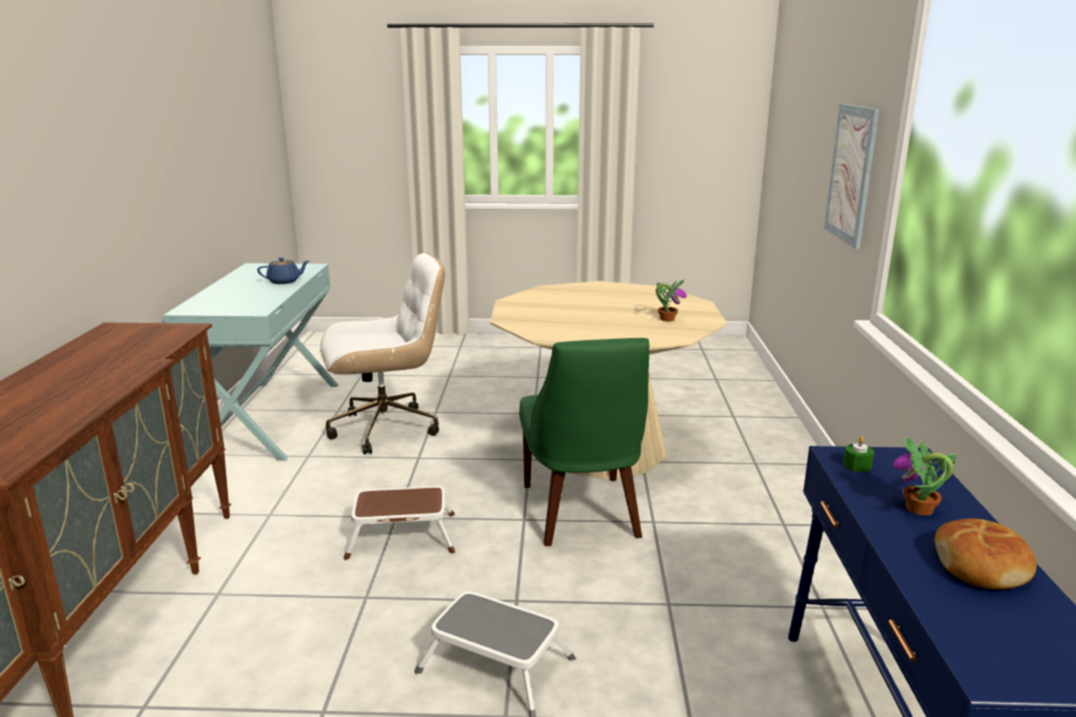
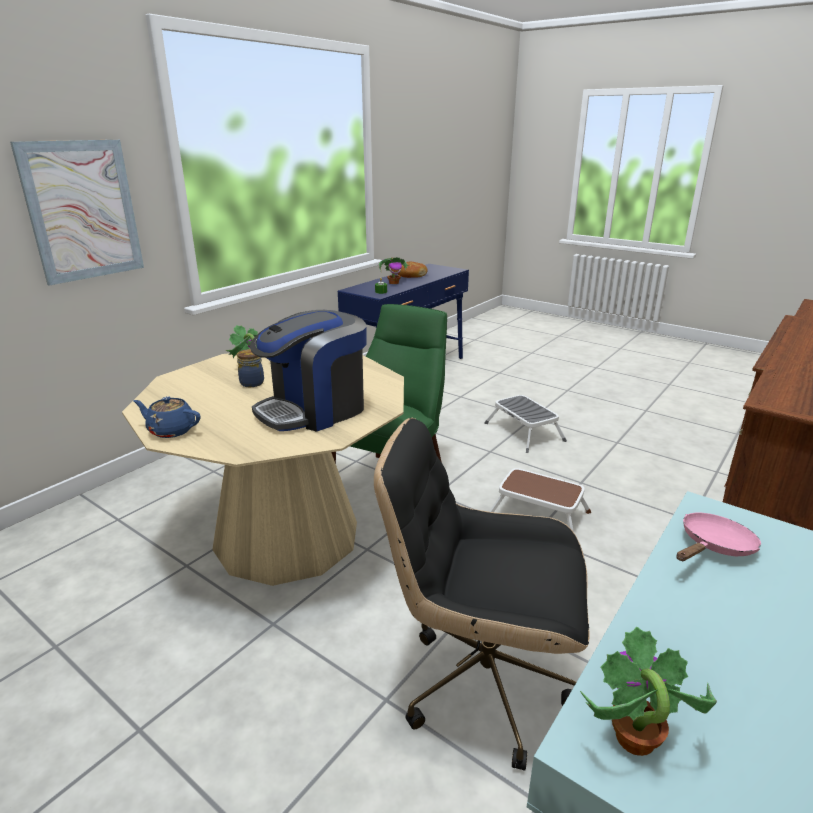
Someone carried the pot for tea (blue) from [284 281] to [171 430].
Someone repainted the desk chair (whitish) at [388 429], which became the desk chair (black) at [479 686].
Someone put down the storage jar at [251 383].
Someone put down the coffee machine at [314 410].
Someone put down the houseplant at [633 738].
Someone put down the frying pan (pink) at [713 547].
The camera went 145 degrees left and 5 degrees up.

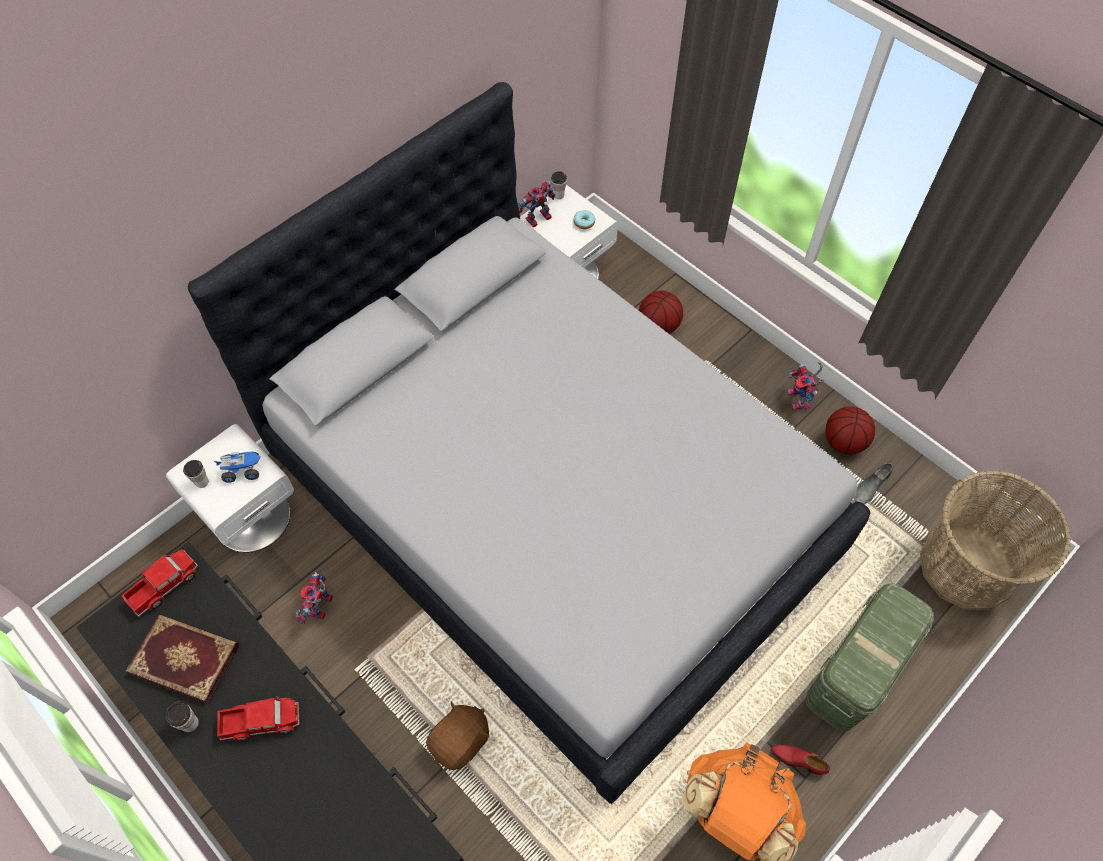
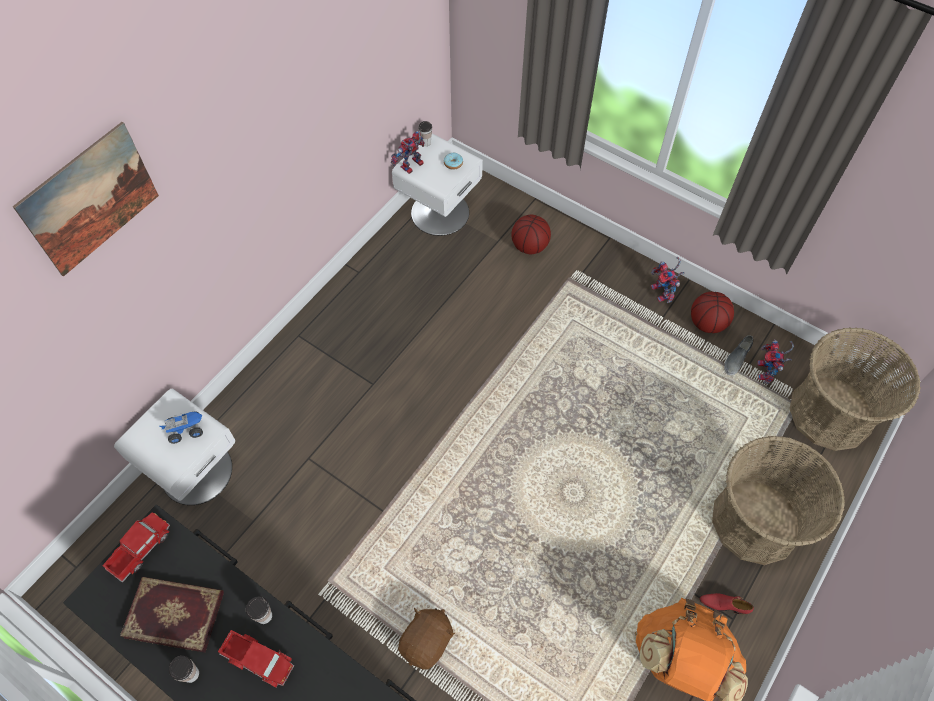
Someone carried the small cup from [202 482] to [264 616].
Someone took away the bed (grey) at [550 504].
Someone rotated the toy truck at [261 721] by 45 degrees clockwise.
Someone carried the toy robot from [321 609] to [766 373].
Someone swapped the storage box (green) at [853 674] for the household basket at [755 522].
Someone put up the picture at [90 199].
The camera went 10 degrees left and 0 degrees up.

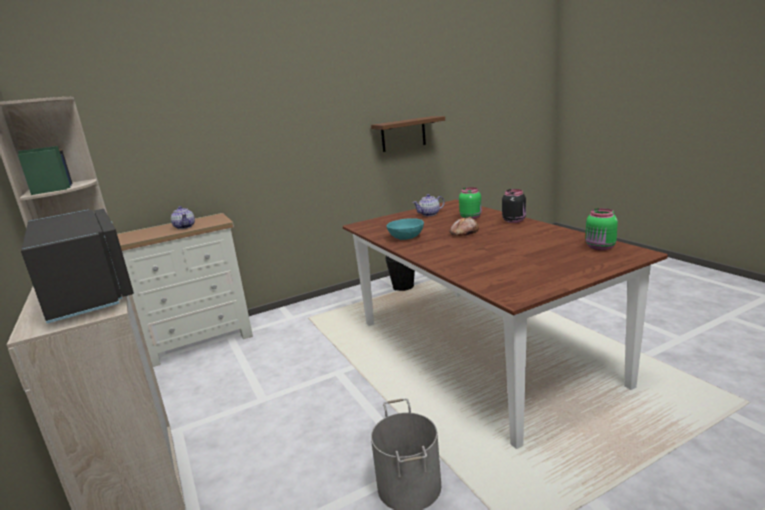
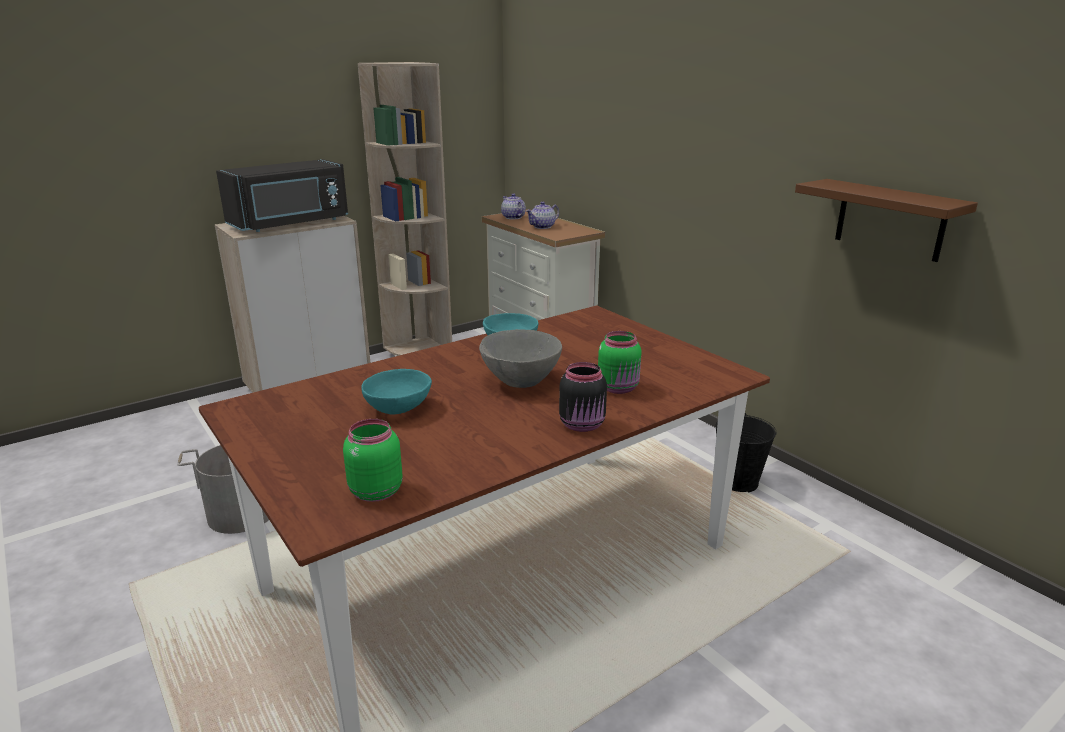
Someone carried the pot for tea from [429 214] to [513 217].
Someone swapped the baked bread at [464 233] for the deep dish (grey) at [520 382].
Someone put down the deep dish (turquoise-coloured) at [399 408].
The camera went 80 degrees right and 5 degrees up.

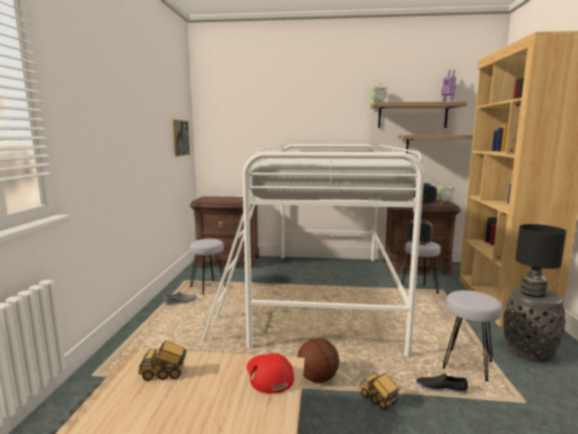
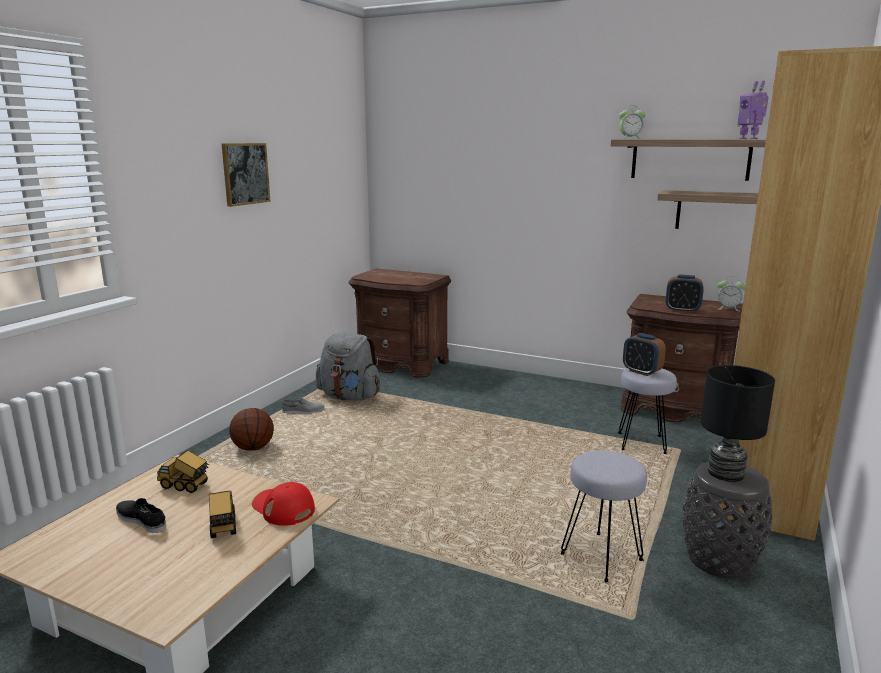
Someone carried the picture from [180 138] to [245 174].
Someone swapped the sitting stool (grey) at [209 287] for the rucksack (grey) at [350 397].
Someone took away the bed (whitish) at [324 294].
Someone rotated the cap (reddish) at [269 375] by 45 degrees counterclockwise.
Someone carried the basketball from [318 378] to [253 448].
Someone carried the toy truck from [379 400] to [223 527].
Someone carried the low shoe (black) from [440 388] to [142 520].
The camera went 20 degrees right and 5 degrees up.

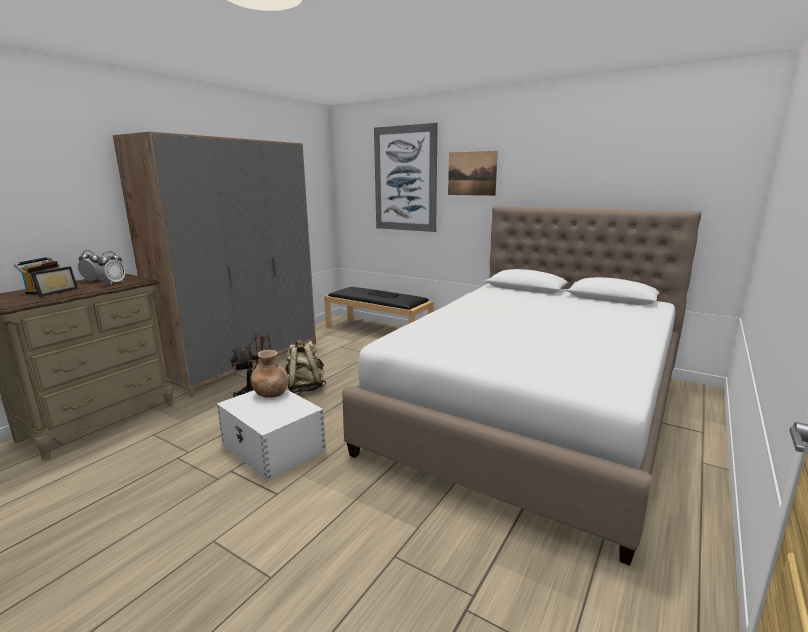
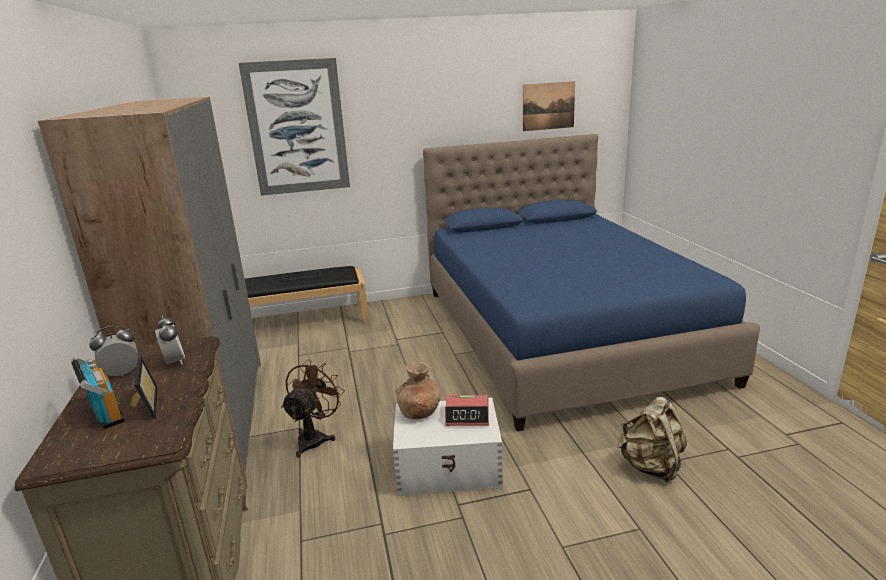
Someone carried the rucksack (beige-coloured) from [305 388] to [651 466].
Someone repainted the bed (whitish) at [533 411], which became the bed (blue) at [560 332].
Someone carried the picture from [472 173] to [548 106].
Someone put down the table clock at [467 416].
The camera went 45 degrees left and 5 degrees up.

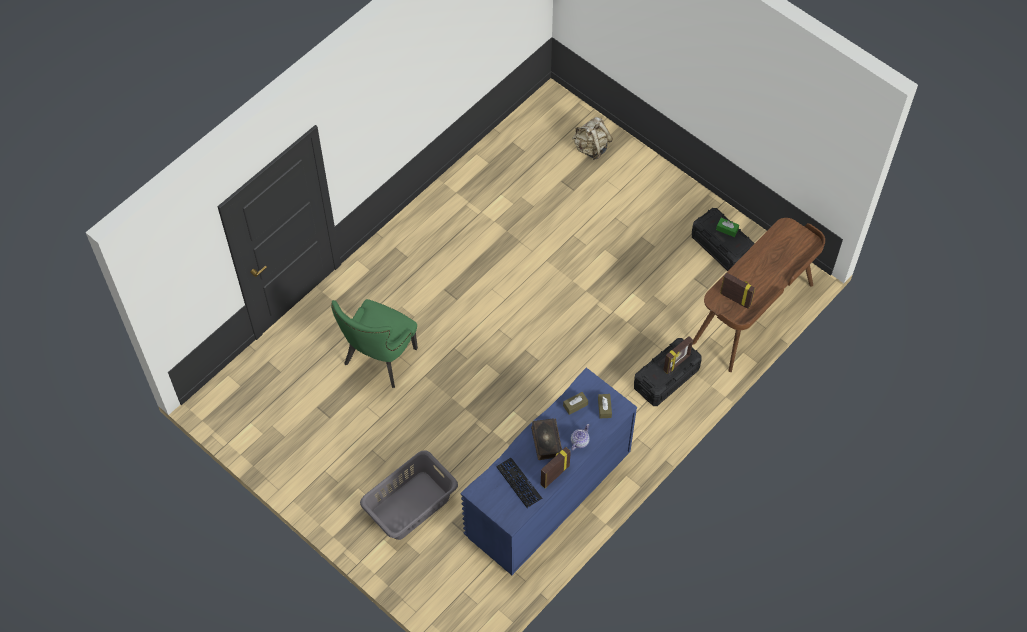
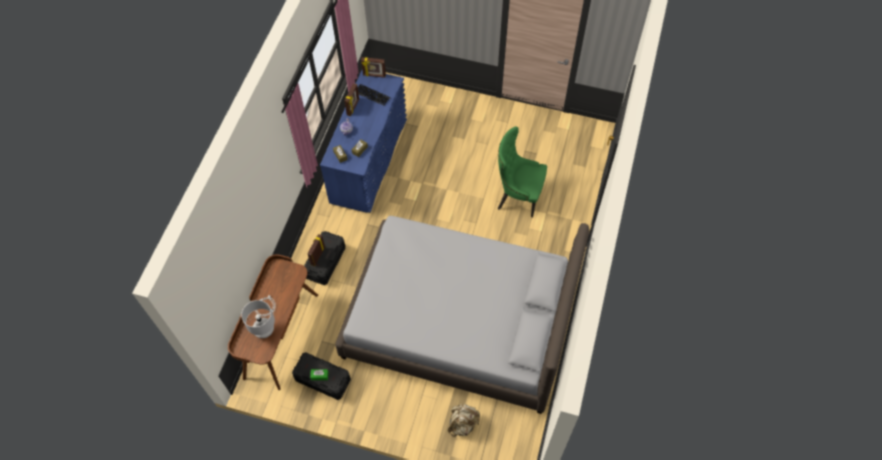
Someone rotated the upright chair (green) at [380 358] by 75 degrees counterclockwise.
Someone took away the washing basket (grey) at [410 505].
Someone took away the book at [546 441].
Someone carried the standing frame from [735 299] to [374 75].
Someone put down the lamp for a table (grey) at [265 321].
Someone put down the bed (grey) at [459 322].
The camera went 155 degrees right and 0 degrees up.

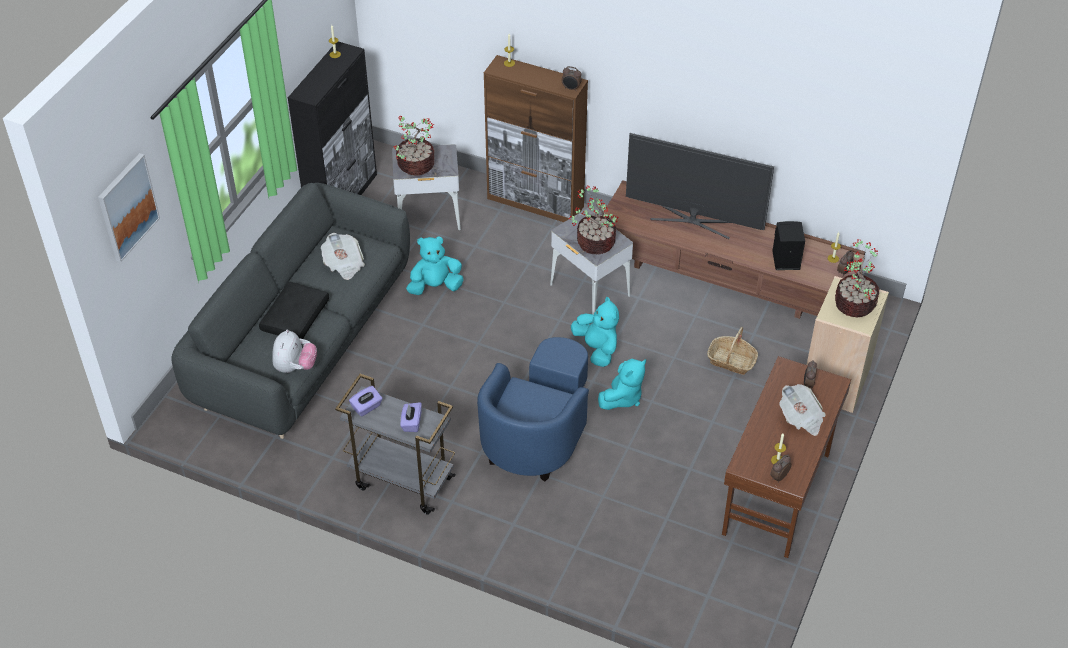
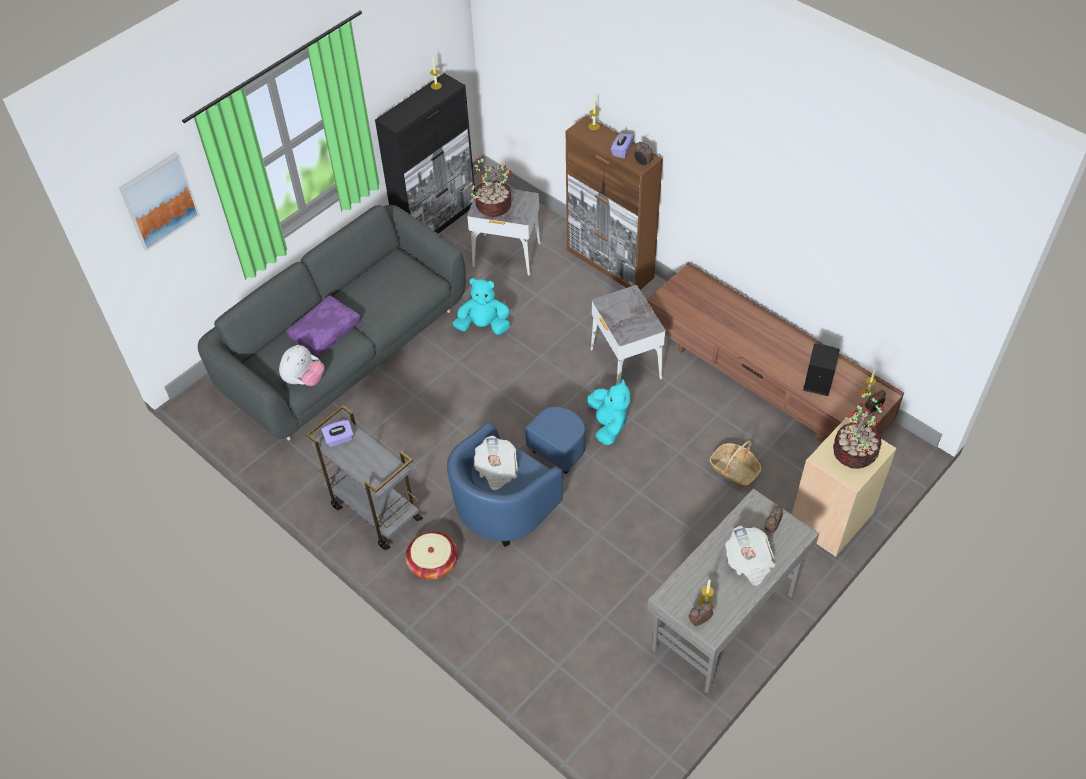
Someone repainted the pillow (black) at [294 317], which became the pillow (purplish) at [325 330].
Someone carried the printed paper from [344 264] to [496 470].
Someone carried the box of tissues (purplish) from [411 423] to [621 151].
Someone took away the houseplant at [594 242].
Someone took away the soft toy (turquoise-coloured) at [622 397].
Someone took away the TV at [693 220].
Someone repainted the console table (brownish) at [776 495], which became the console table (grey) at [723 623].
Someone put down the household basket at [433 563].
The camera went 20 degrees right and 5 degrees up.

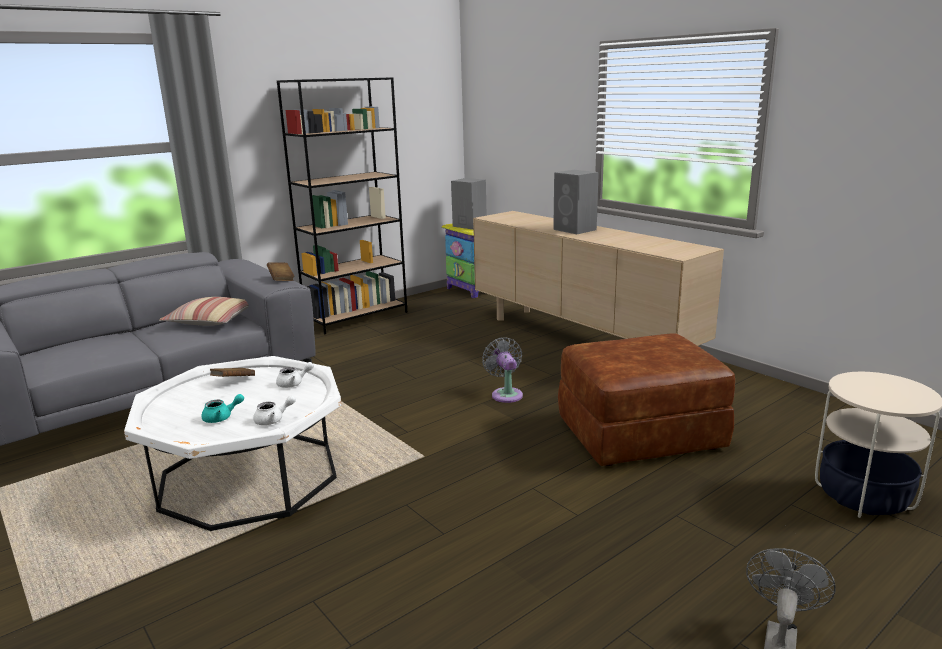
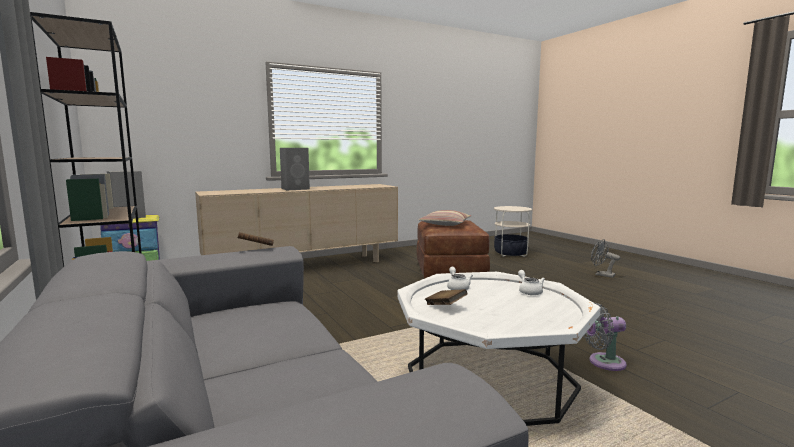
Someone carried the pillow from [211 320] to [445 224].
Someone took away the pot for tea (turquoise-coloured) at [222 418].
Someone carried the fan (grey) from [506 394] to [603 362].
The camera went 80 degrees left and 10 degrees down.

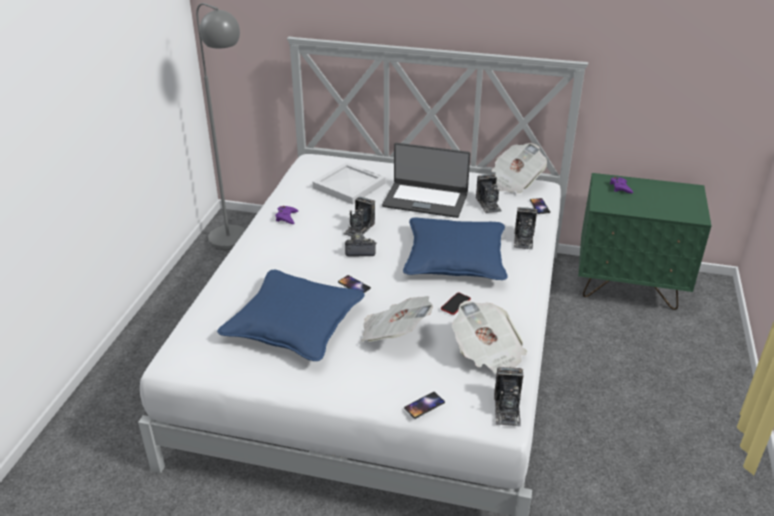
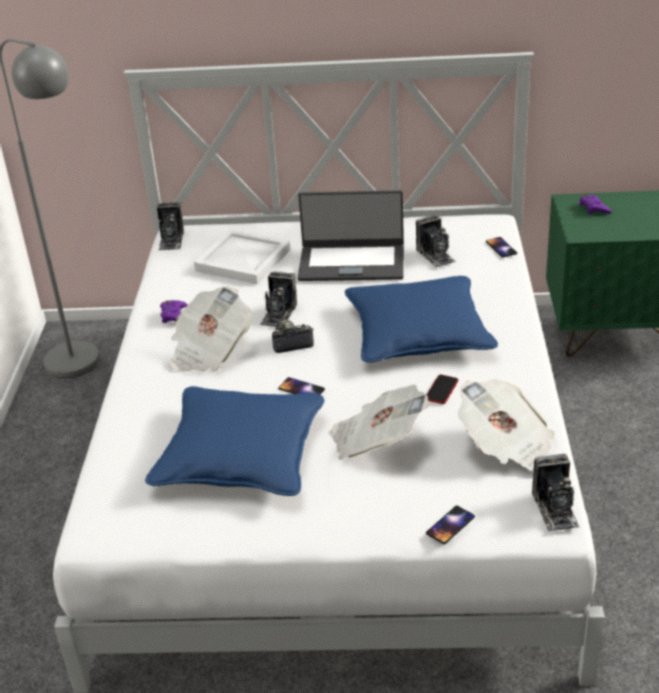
Someone carried the printed paper from [514 182] to [209 351].
Someone carried the photo camera from [523 239] to [171 240].
The camera went 10 degrees left and 0 degrees up.

